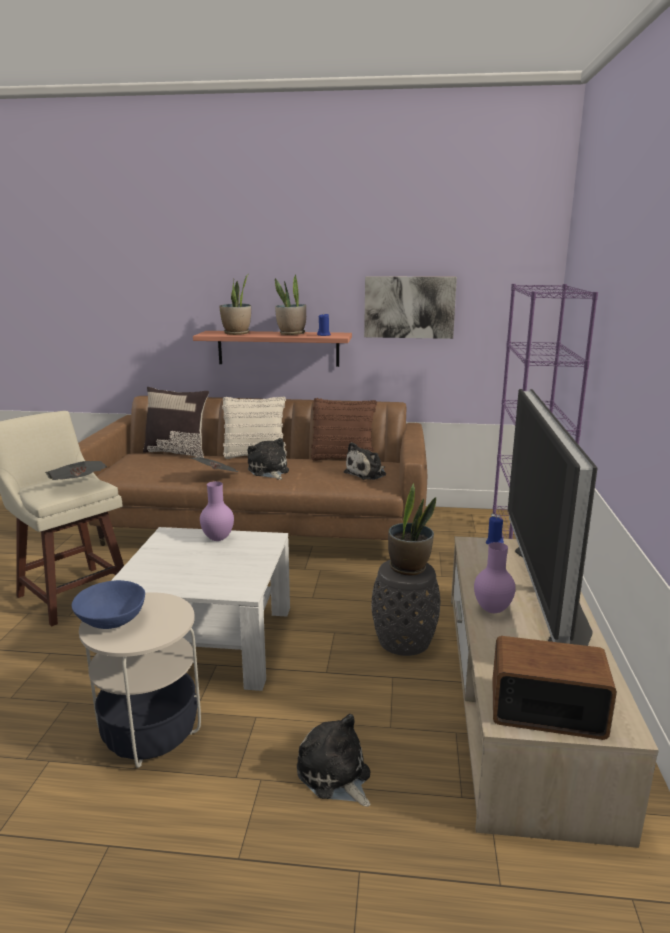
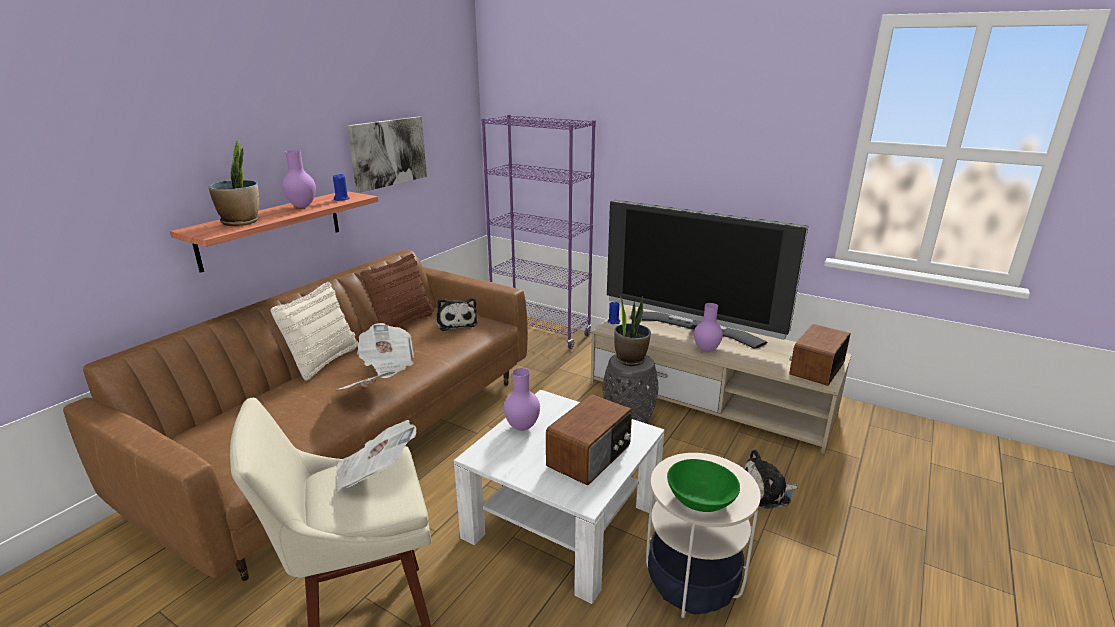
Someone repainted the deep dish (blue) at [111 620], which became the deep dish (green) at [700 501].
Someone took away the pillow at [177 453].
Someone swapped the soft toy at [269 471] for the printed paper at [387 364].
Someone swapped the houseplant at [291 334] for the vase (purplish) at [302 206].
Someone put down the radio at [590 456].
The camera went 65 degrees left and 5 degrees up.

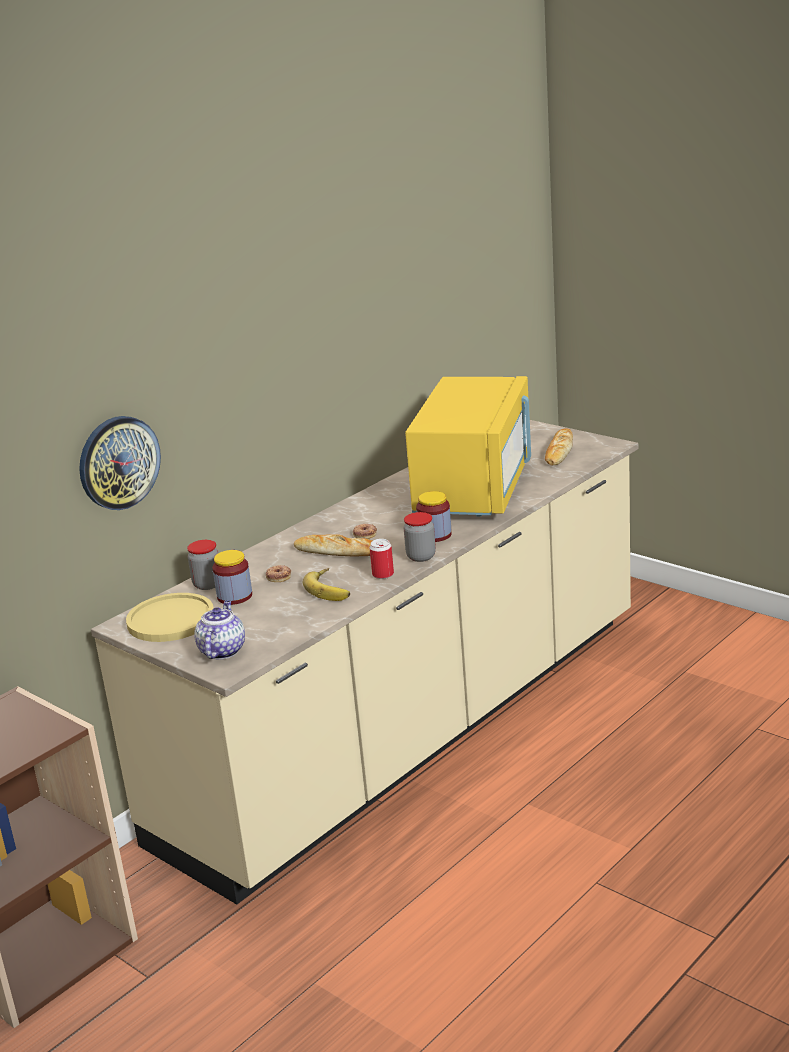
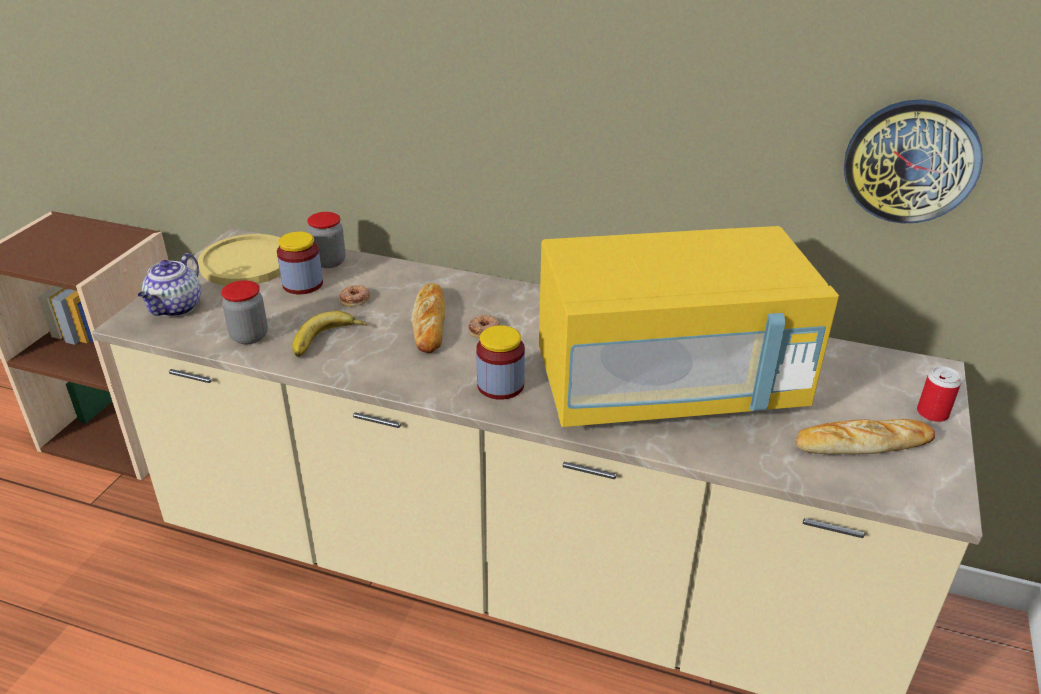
Someone carried the clock on the wall from [118 462] to [911 161].
Someone rotated the pot for tea at [222 650] by 120 degrees clockwise.
Someone carried the can from [383 574] to [932 413].
Someone carried the storage jar from [421 556] to [249 336].
The camera went 65 degrees right and 10 degrees up.

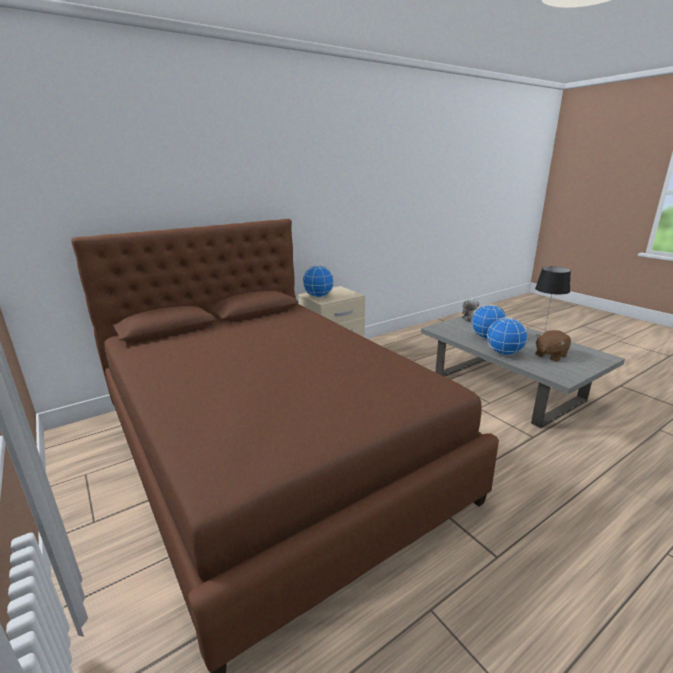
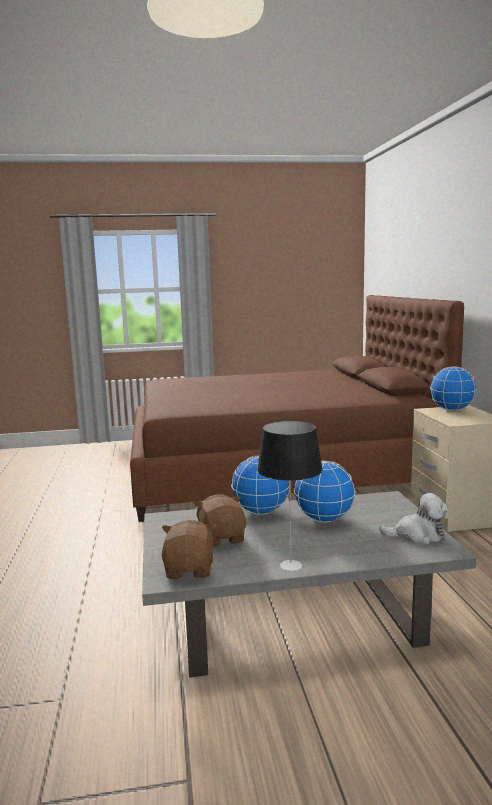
Someone put down the soft toy (brownish) at [190 569].
The camera went 115 degrees right and 10 degrees down.

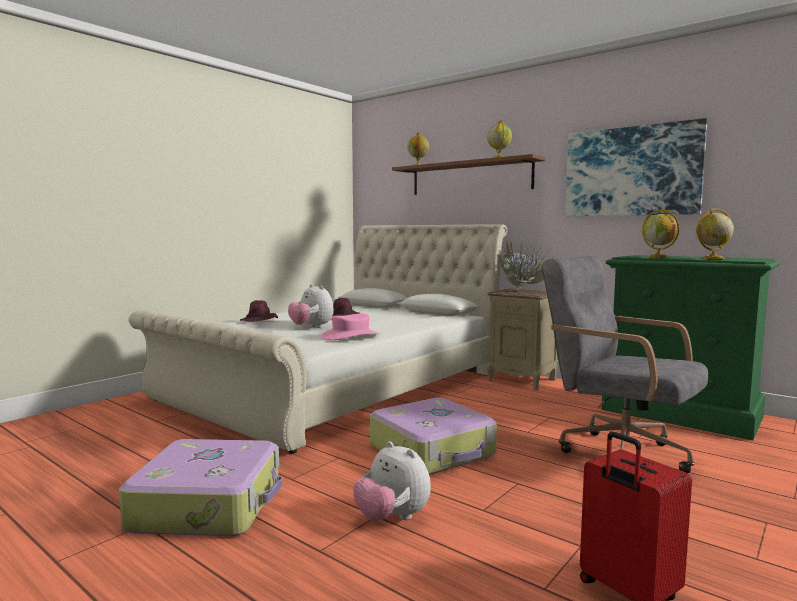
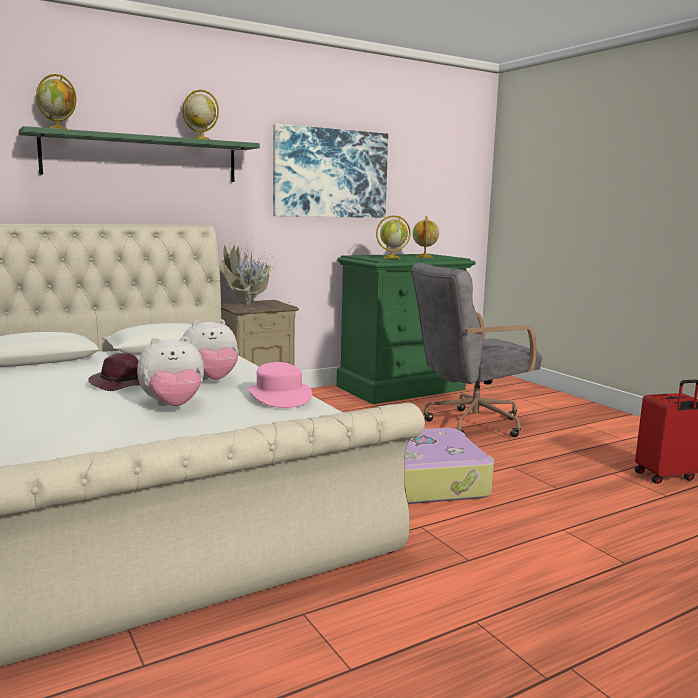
Someone took away the suitcase at [209 504].
Someone took away the clothing hat (purplish) at [259 320].
Someone carried the soft toy from [392 518] to [211 381].
Someone repainted the wall shelf (brownish) at [470 178], which became the wall shelf (green) at [142 158].
The camera went 70 degrees left and 5 degrees up.

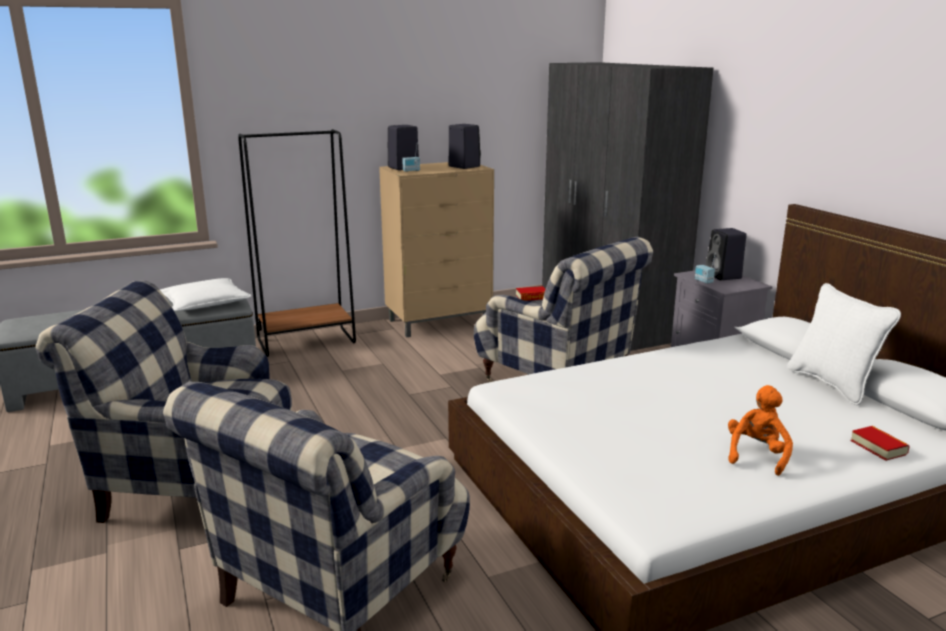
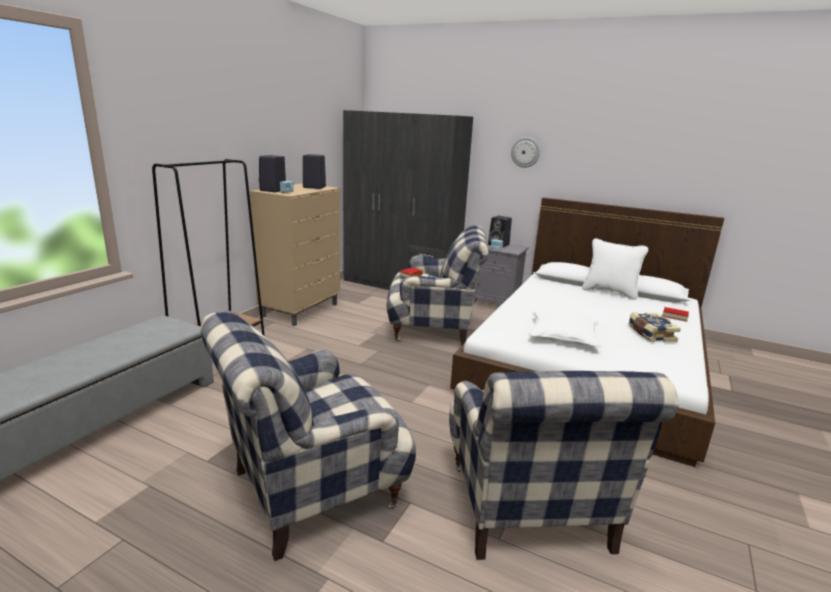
Someone carried the pillow (whitish) from [204 302] to [563 335].
Someone swapped the soft toy (orangey) at [757 455] for the book at [650 334].
Someone put up the clock on the wall at [525 152].
The camera went 40 degrees left and 0 degrees up.

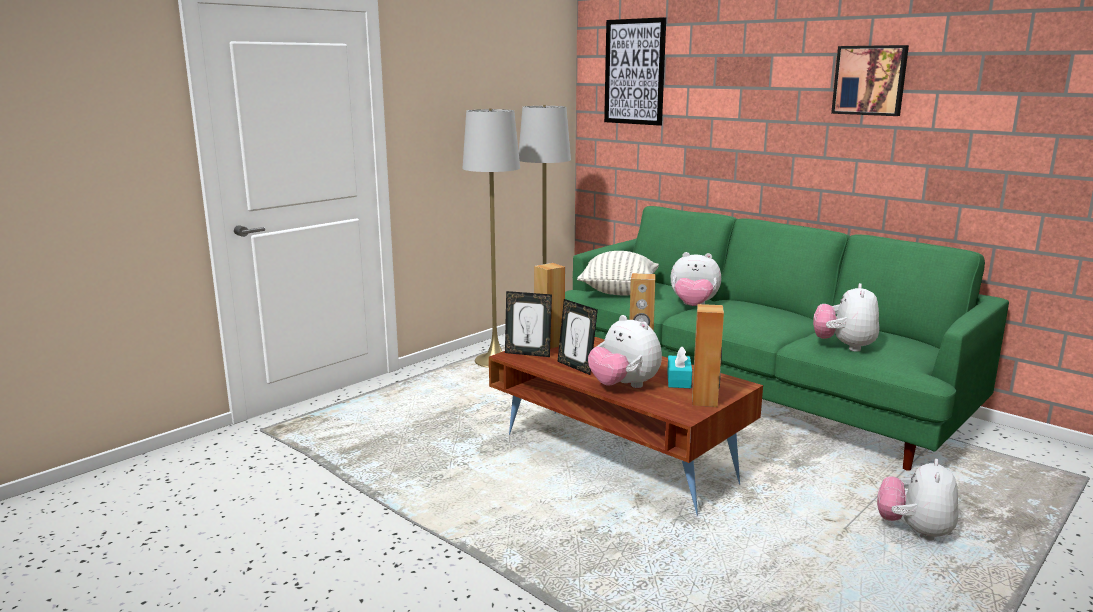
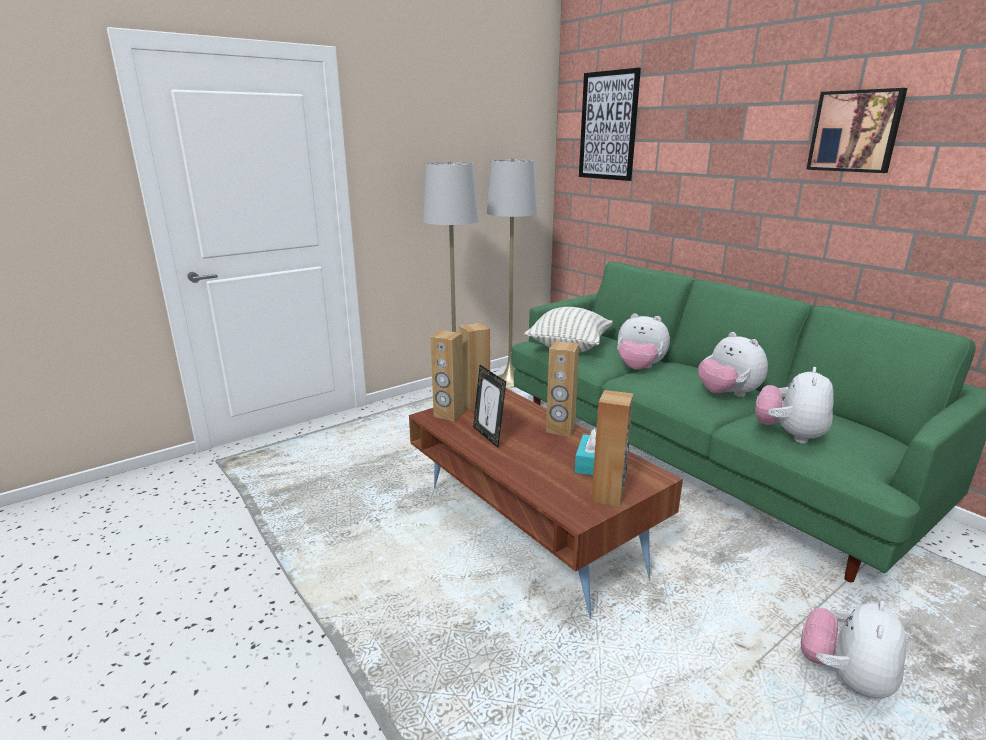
Someone swapped the standing frame at [528 353] for the speaker (brownish) at [448 414].
Someone carried the soft toy from [624 386] to [727 394].
The camera went 10 degrees right and 5 degrees up.

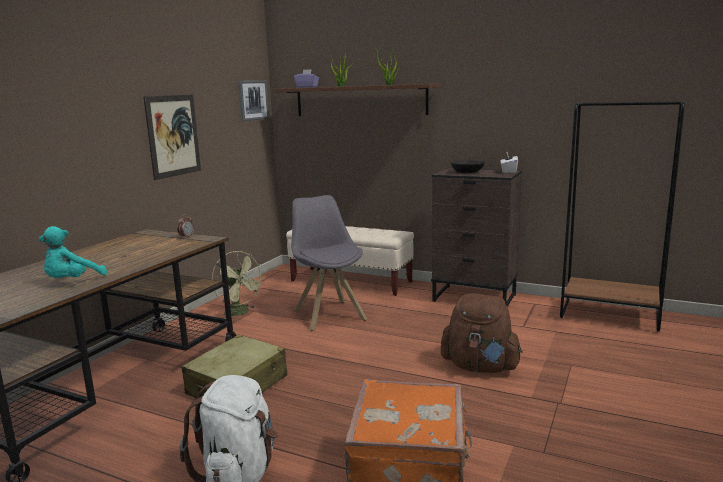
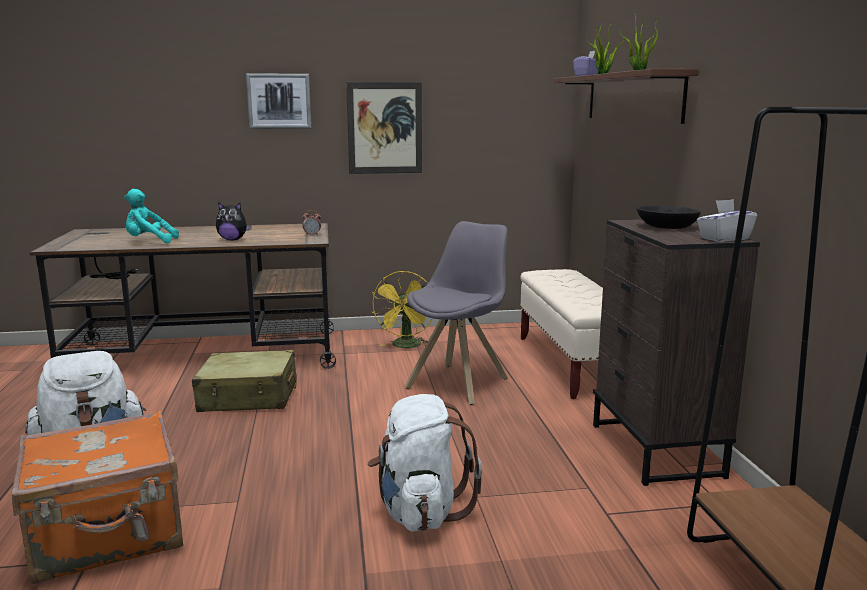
Someone repainted the fan (green) at [240 313], which became the fan (yellow-coloured) at [406 346].
Someone carried the picture from [253 100] to [279 101].
Someone repainted the rucksack (brownish) at [480 367], which became the rucksack (whitish) at [420 511].
Someone put down the soft toy at [233 240].
The camera went 55 degrees right and 0 degrees up.

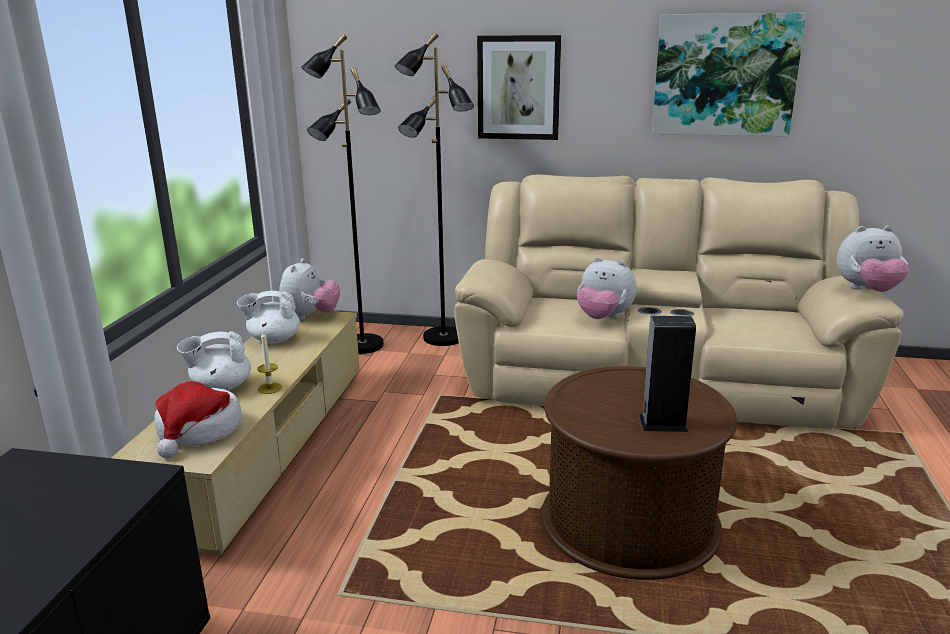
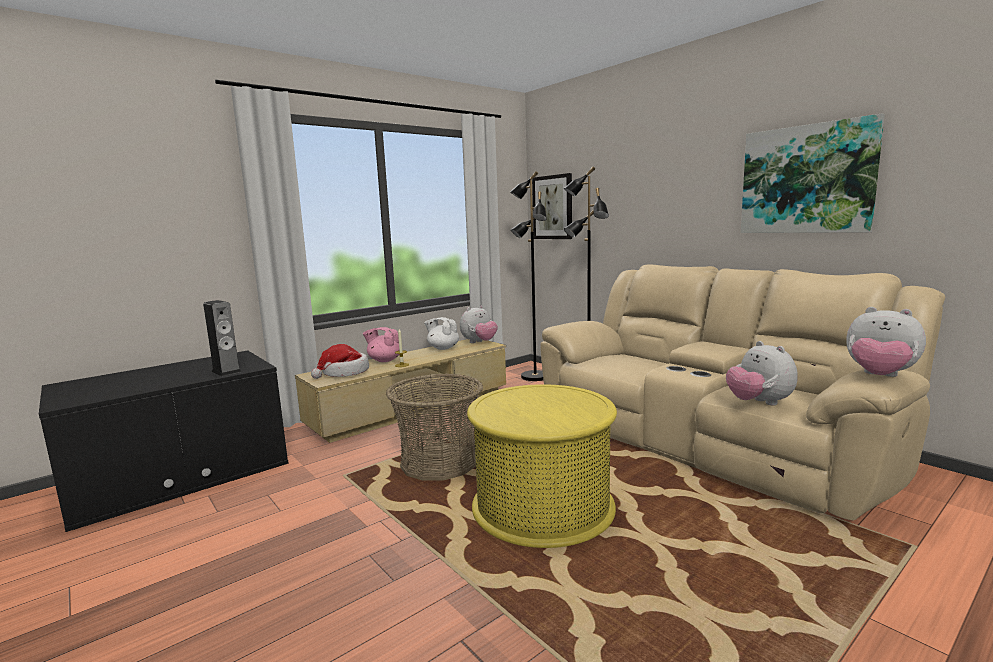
Someone repainted the pot for tea (whitish) at [220 387], which became the pot for tea (pink) at [384 360].
Someone carried the picture from [518 88] to [553 207].
Someone repainted the lounge table (brownish) at [629 520], which became the lounge table (yellow-coloured) at [543 506].
Someone carried the soft toy from [603 318] to [759 403].
Someone carried the speaker from [663 423] to [226 371].
Someone put down the household basket at [439 463].
The camera went 40 degrees right and 10 degrees down.

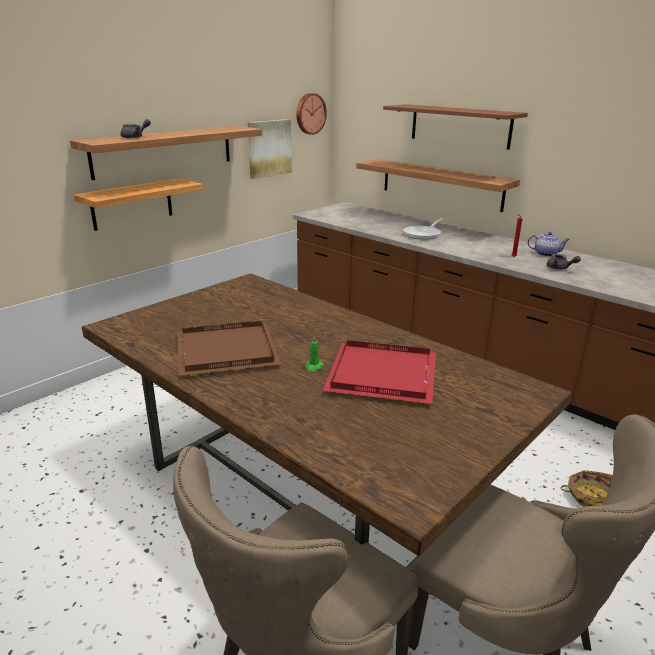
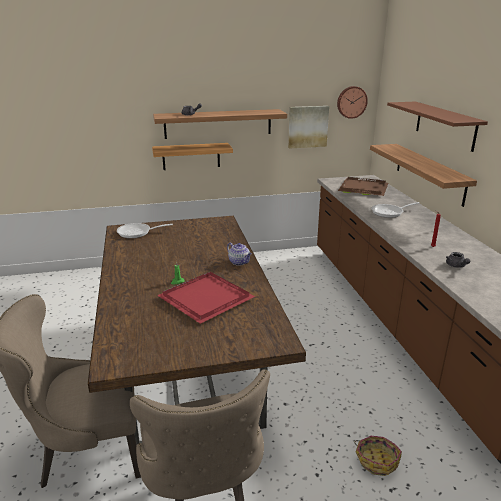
Someone carried the serving tray (brownish) from [225 352] to [362 188].
Someone carried the pot for tea from [546 254] to [239 262].
Someone put down the frying pan at [137 233].
The camera went 35 degrees right and 0 degrees up.

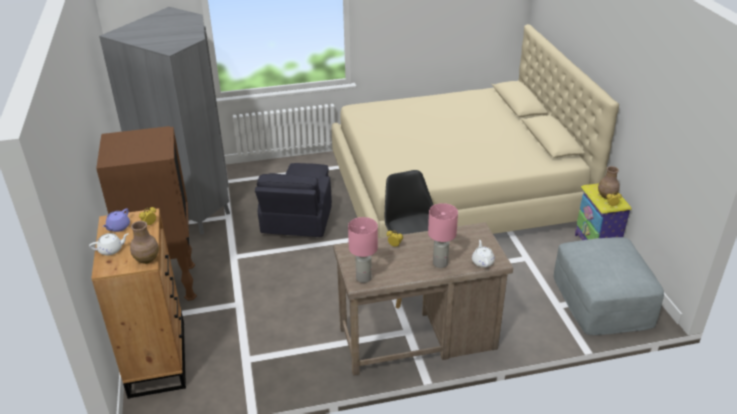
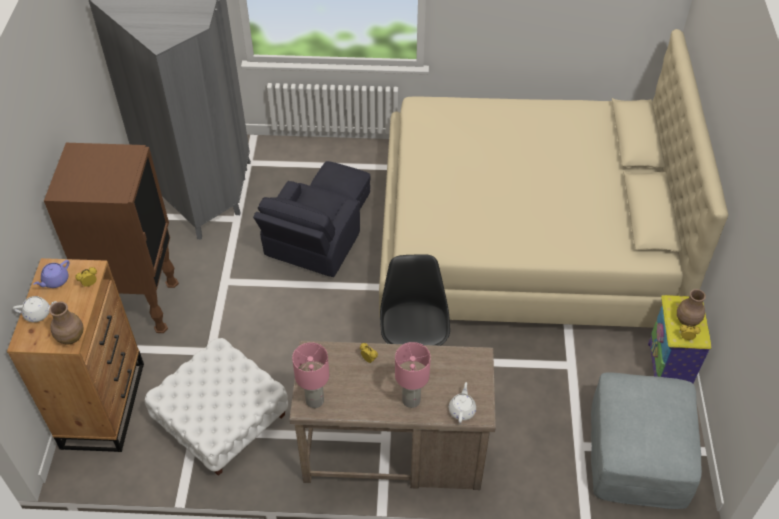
Someone put down the pouffe (whitish) at [221 418].
The camera went 15 degrees right and 15 degrees up.

